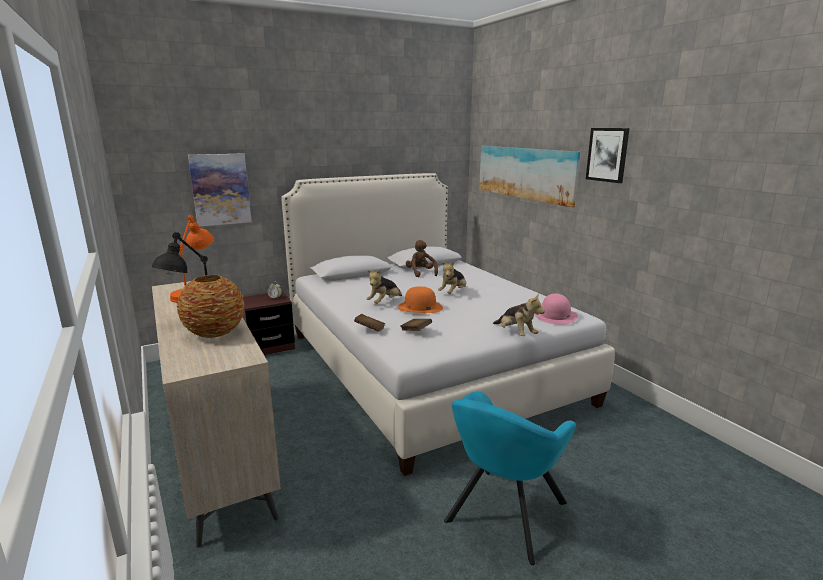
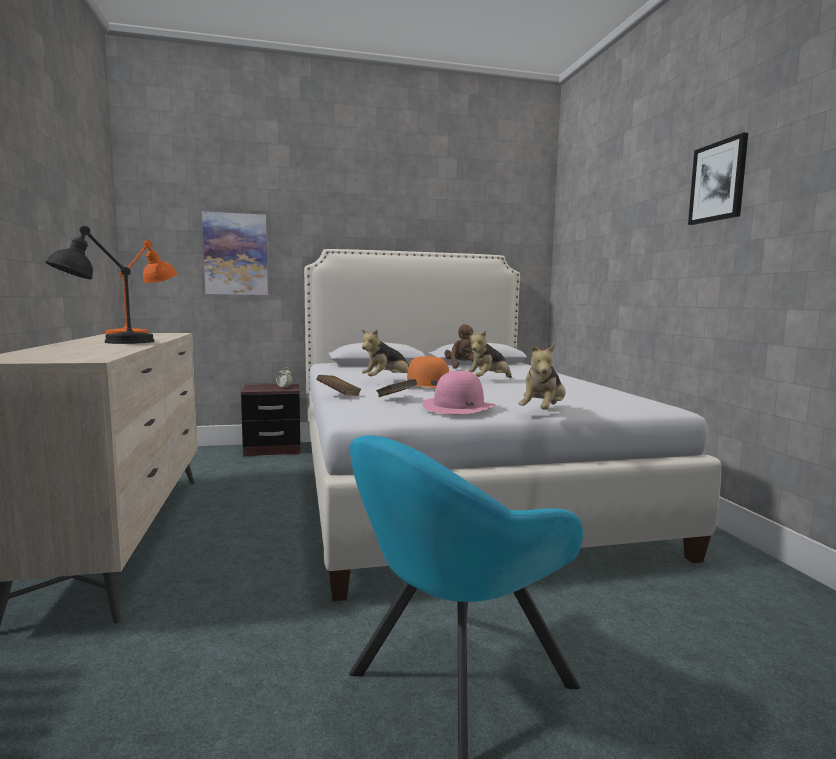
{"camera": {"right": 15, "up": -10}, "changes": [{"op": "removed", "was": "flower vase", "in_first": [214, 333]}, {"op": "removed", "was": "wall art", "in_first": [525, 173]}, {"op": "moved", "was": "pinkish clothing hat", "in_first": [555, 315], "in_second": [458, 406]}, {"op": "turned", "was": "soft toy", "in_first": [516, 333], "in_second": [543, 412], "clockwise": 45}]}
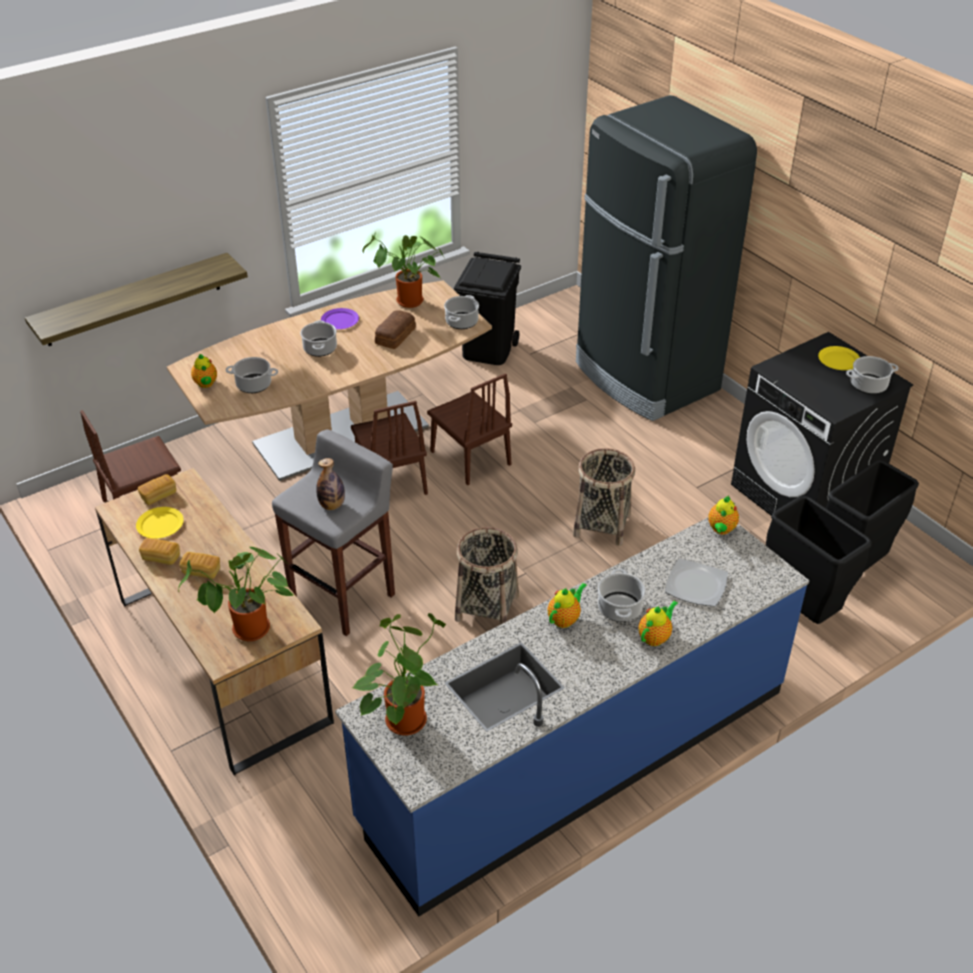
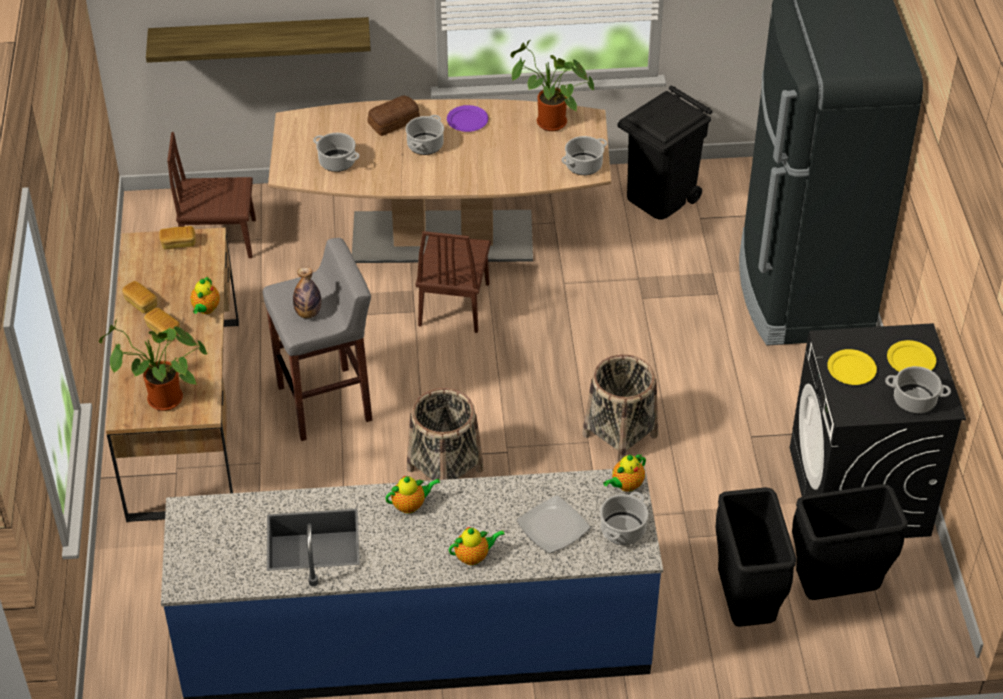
{"camera": {"right": 30, "up": 5}, "changes": [{"op": "removed", "was": "potted plant", "in_first": [404, 717]}, {"op": "removed", "was": "brown-coloured plain chair", "in_first": [470, 458]}, {"op": "moved", "was": "yellowish plate", "in_first": [160, 525], "in_second": [851, 369]}, {"op": "moved", "was": "tea pot", "in_first": [206, 384], "in_second": [205, 309]}, {"op": "moved", "was": "bakery bread", "in_first": [394, 336], "in_second": [392, 122]}, {"op": "moved", "was": "saucepot", "in_first": [619, 608], "in_second": [623, 529]}]}
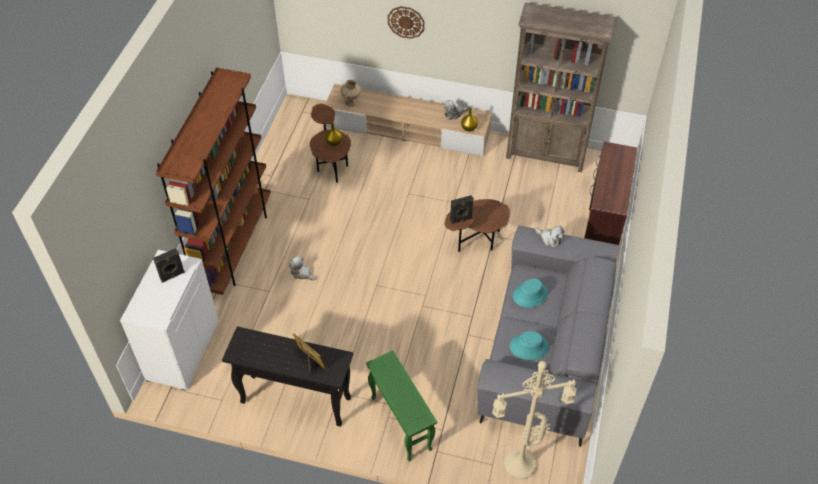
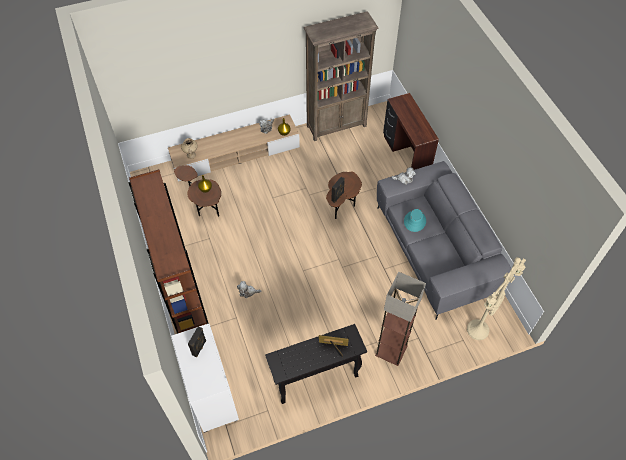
{"camera": {"right": -35, "up": 5}, "changes": [{"op": "removed", "was": "clock on the wall", "in_first": [406, 22]}, {"op": "removed", "was": "turquoise-coloured clothing hat", "in_first": [529, 346]}, {"op": "replaced", "was": "green-coloured side table", "now": "standing lamp", "in_first": [401, 423], "in_second": [392, 350]}]}
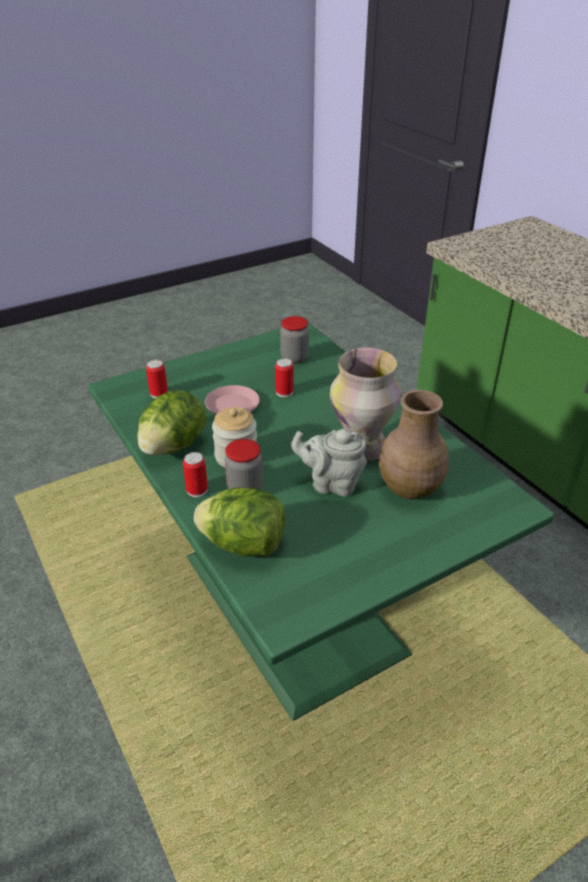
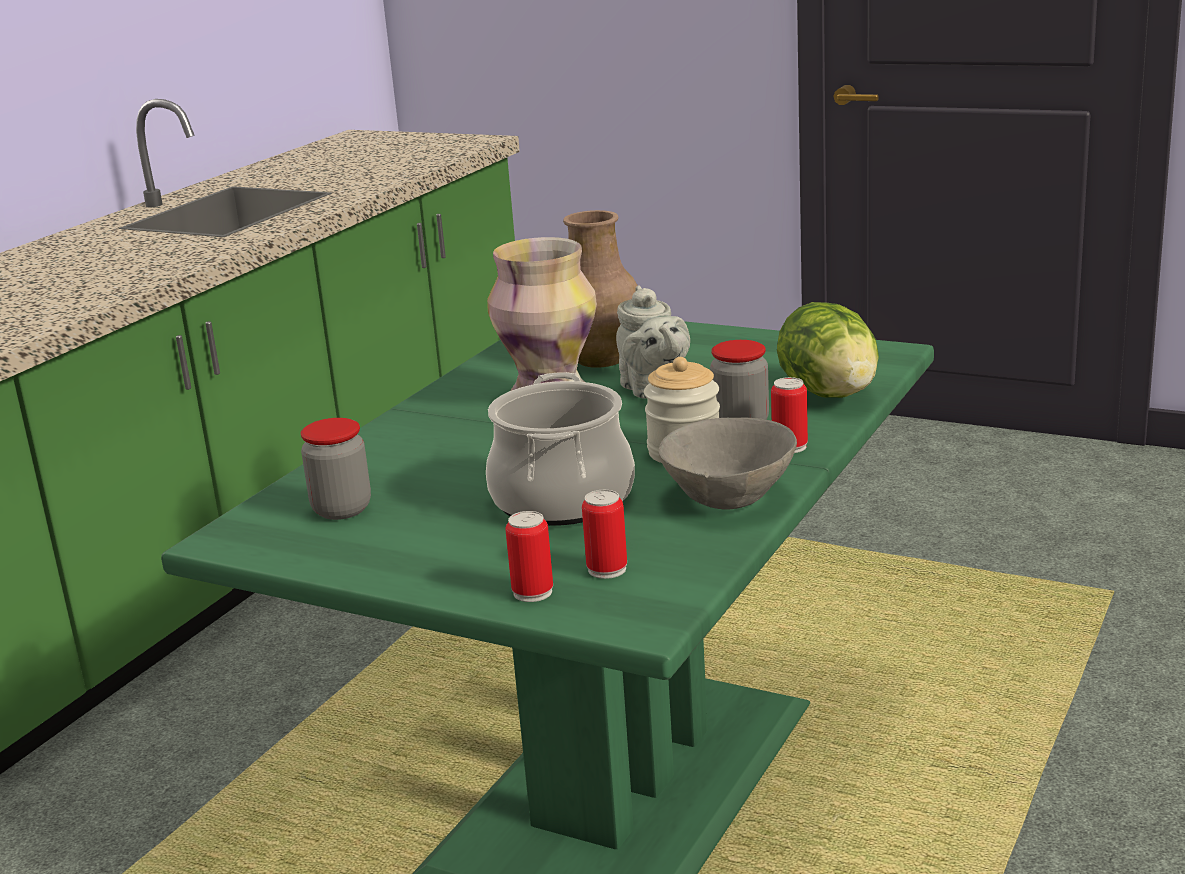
{"camera": {"right": -120, "up": -15}, "changes": [{"op": "moved", "was": "sealed can", "in_first": [284, 392], "in_second": [532, 592]}, {"op": "replaced", "was": "lettuce", "now": "gray deep dish", "in_first": [173, 446], "in_second": [727, 496]}, {"op": "replaced", "was": "pinkish plate", "now": "saucepot", "in_first": [232, 406], "in_second": [561, 499]}]}
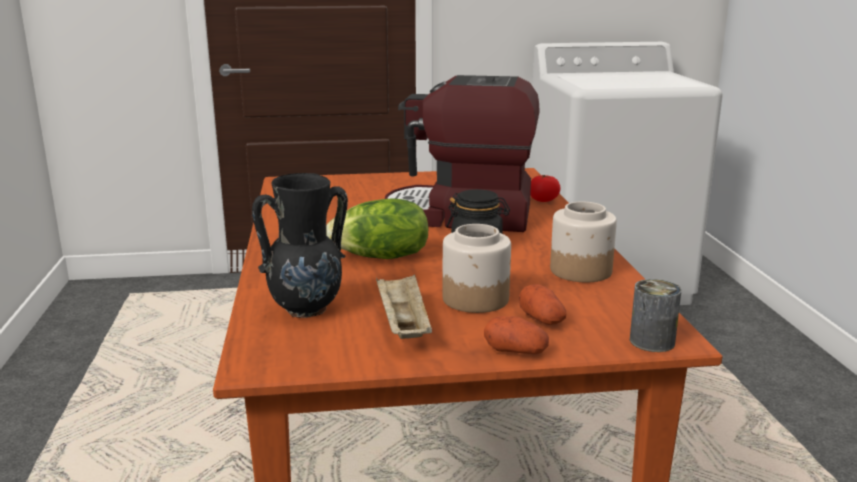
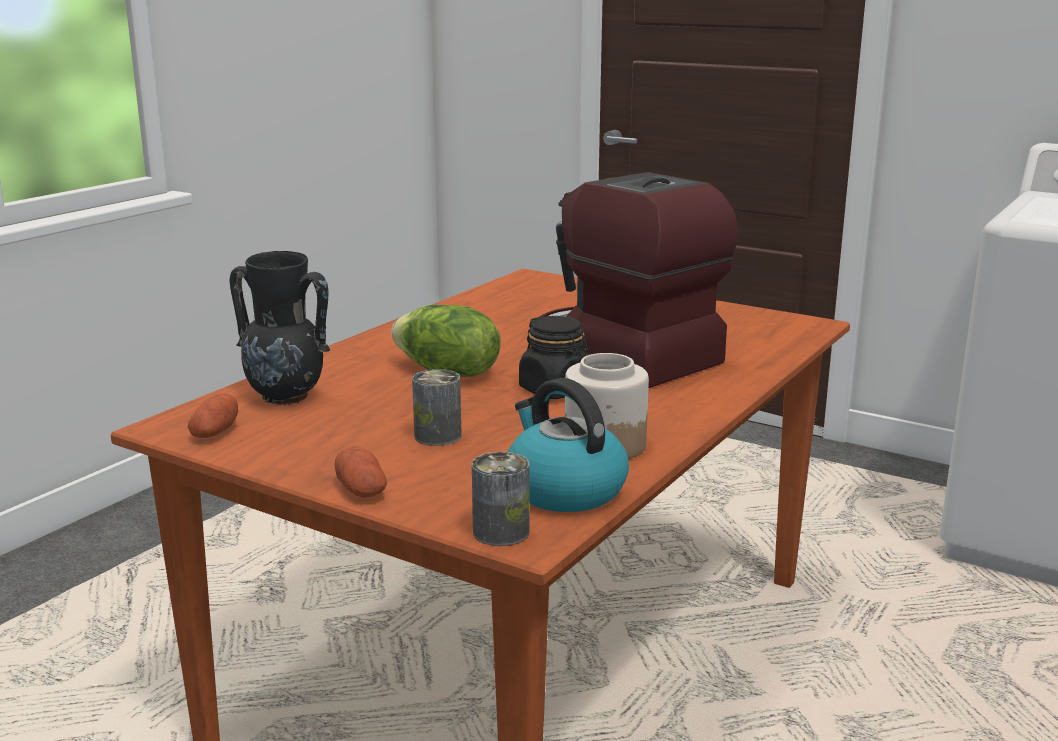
{"camera": {"right": 40, "up": 0}, "changes": [{"op": "removed", "was": "sand-coloured serving tray", "in_first": [402, 325]}, {"op": "removed", "was": "tomato", "in_first": [543, 200]}, {"op": "added", "now": "tea kettle", "in_second": [564, 489]}, {"op": "moved", "was": "potato", "in_first": [541, 319], "in_second": [215, 432]}, {"op": "replaced", "was": "jar", "now": "sealed can", "in_first": [476, 299], "in_second": [437, 436]}]}
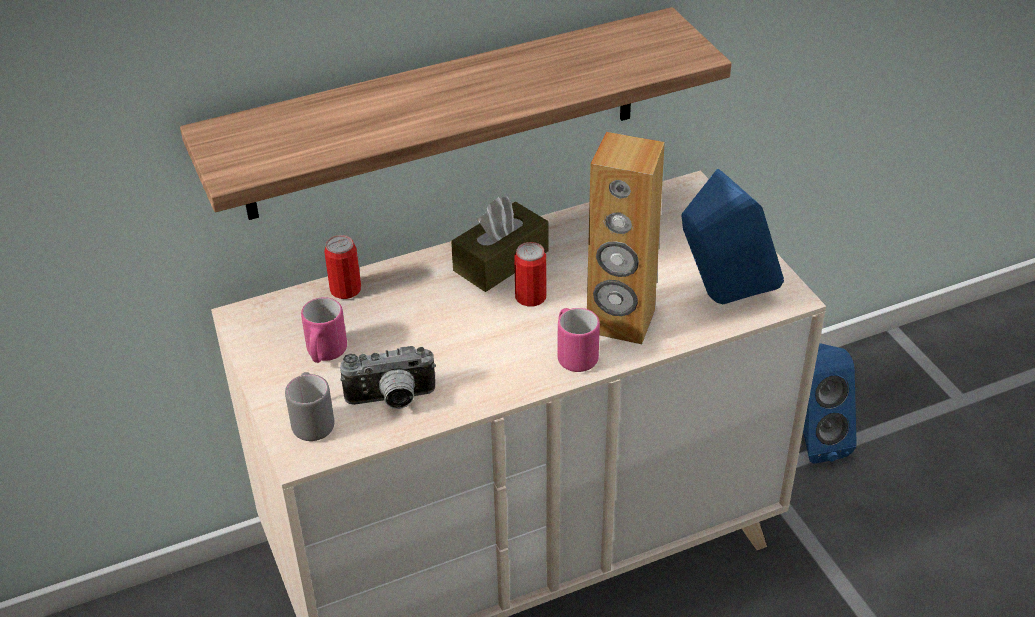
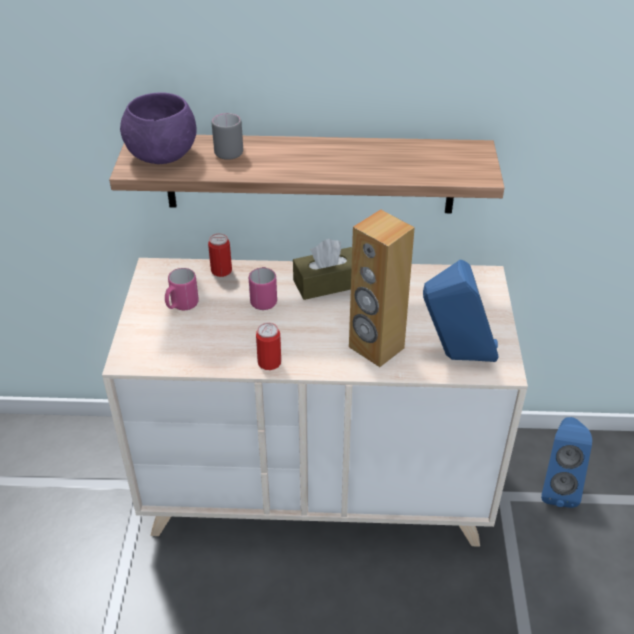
{"camera": {"right": 25, "up": 0}, "changes": [{"op": "removed", "was": "photo camera", "in_first": [391, 401]}, {"op": "added", "now": "purplish deep dish", "in_second": [162, 156]}, {"op": "moved", "was": "gray coffee mug", "in_first": [312, 421], "in_second": [230, 150]}, {"op": "moved", "was": "sealed can", "in_first": [530, 297], "in_second": [269, 362]}, {"op": "moved", "was": "pinkish coffee mug", "in_first": [574, 355], "in_second": [264, 299]}]}
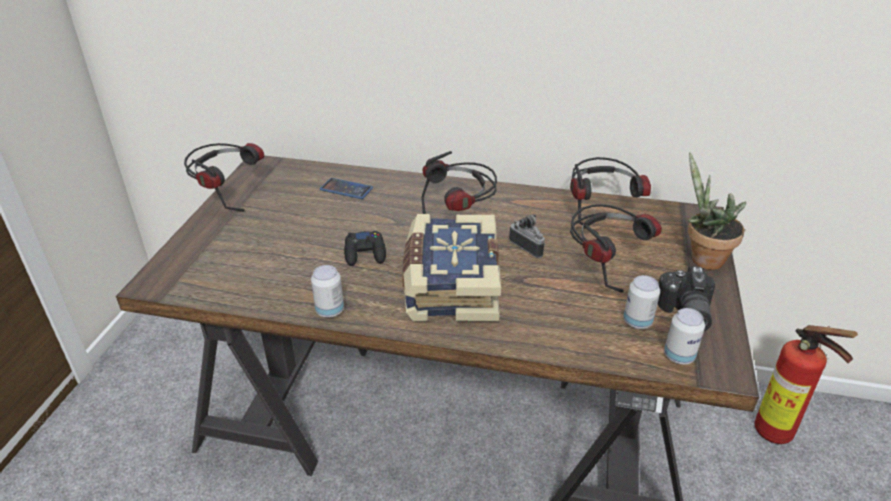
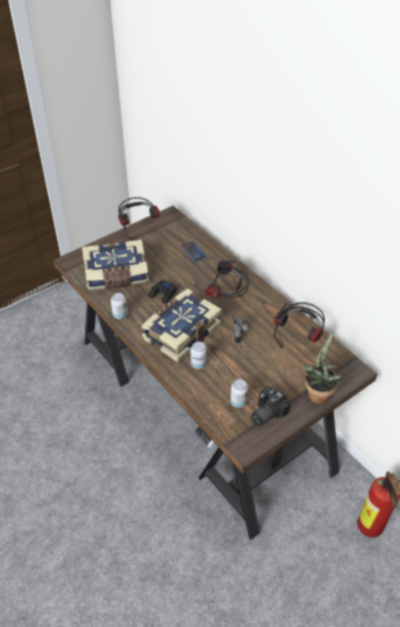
{"camera": {"right": 40, "up": 10}, "changes": [{"op": "removed", "was": "headphones", "in_first": [604, 268]}, {"op": "added", "now": "volume", "in_second": [116, 275]}, {"op": "moved", "was": "sealed can", "in_first": [679, 356], "in_second": [198, 364]}]}
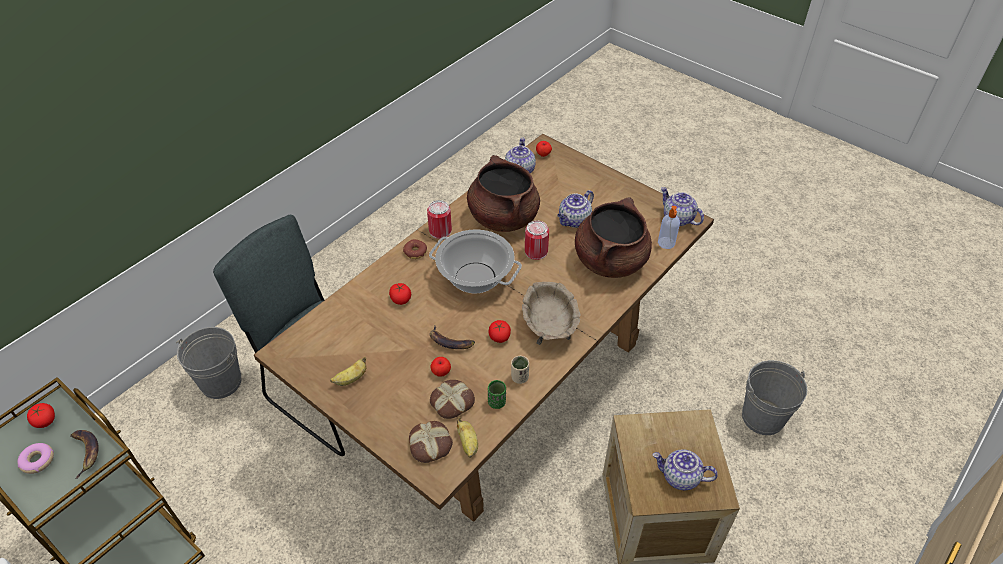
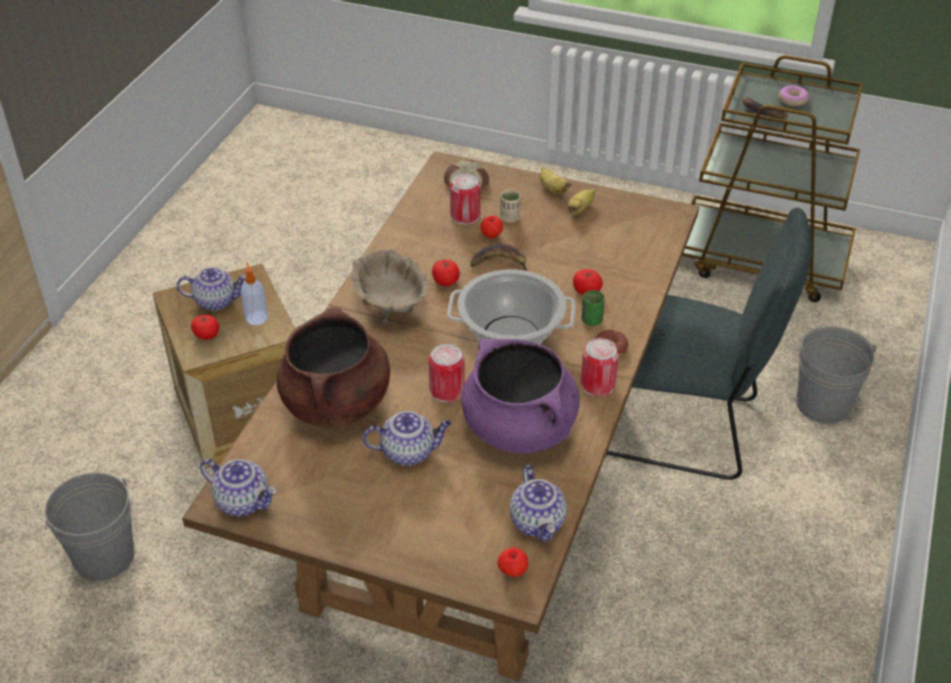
{"camera": {"right": 160, "up": -5}, "changes": [{"op": "moved", "was": "tomato", "in_first": [45, 421], "in_second": [206, 334]}, {"op": "moved", "was": "banana fruit", "in_first": [468, 444], "in_second": [552, 189]}, {"op": "moved", "was": "green-coloured cup", "in_first": [497, 402], "in_second": [591, 320]}, {"op": "moved", "was": "sand-coloured cup", "in_first": [519, 377], "in_second": [509, 218]}, {"op": "moved", "was": "liquid soap bottle", "in_first": [666, 243], "in_second": [256, 317]}, {"op": "replaced", "was": "bakery bread", "now": "sealed can", "in_first": [452, 401], "in_second": [465, 216]}, {"op": "recoloured", "was": "brown-coloured saucepot", "now": "purplish saucepot", "in_first": [503, 217], "in_second": [520, 428]}, {"op": "turned", "was": "tea pot", "in_first": [574, 221], "in_second": [409, 452], "clockwise": 60}]}
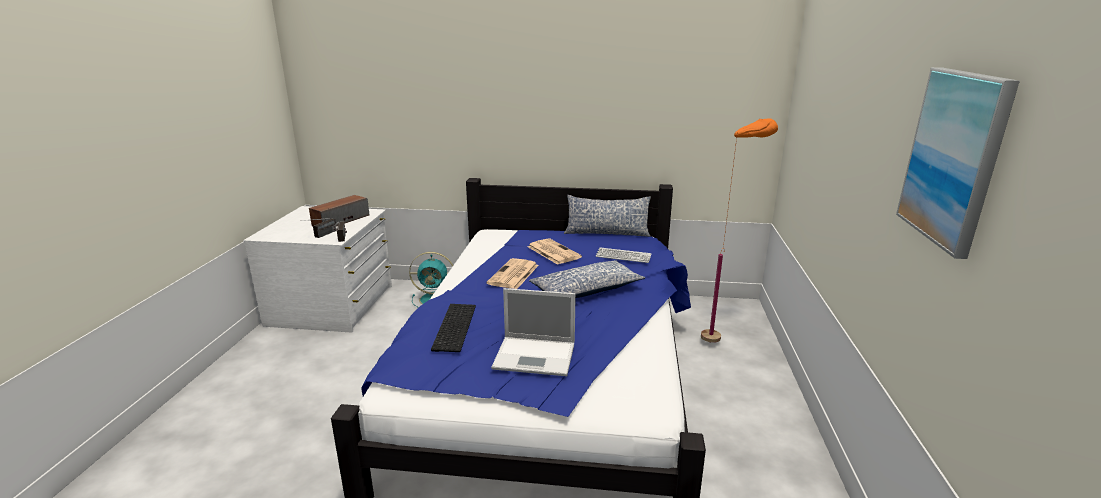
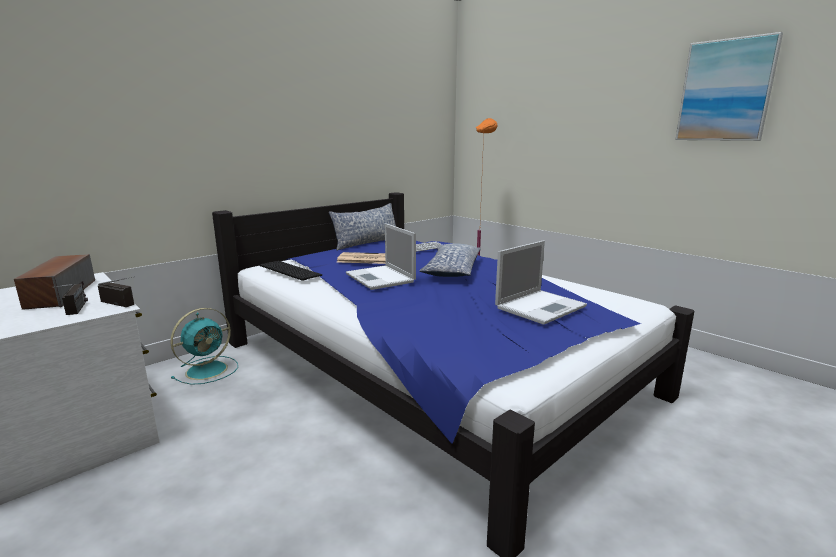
{"camera": {"right": -50, "up": -5}, "changes": [{"op": "moved", "was": "keyboard", "in_first": [453, 326], "in_second": [288, 270]}, {"op": "replaced", "was": "printed paper", "now": "notebook computer", "in_first": [513, 275], "in_second": [381, 278]}]}
